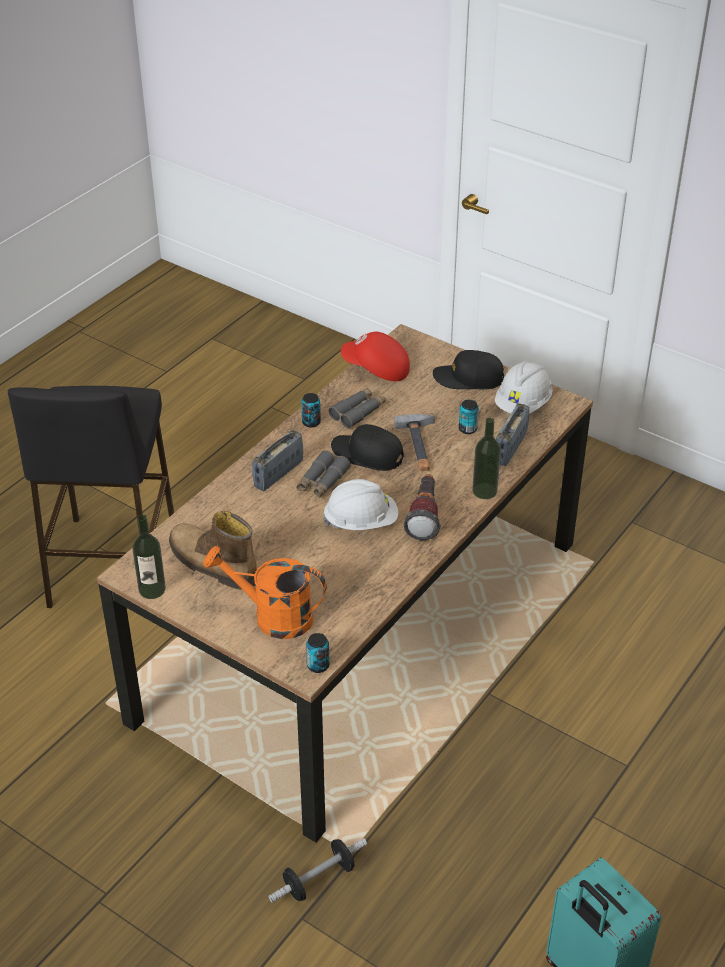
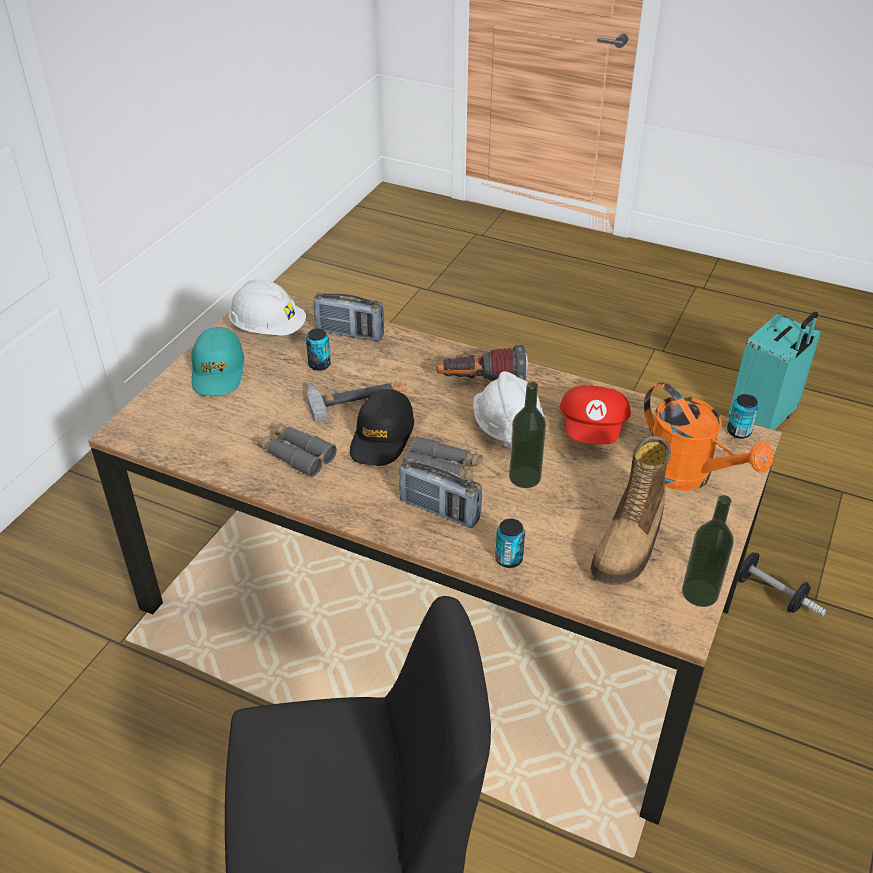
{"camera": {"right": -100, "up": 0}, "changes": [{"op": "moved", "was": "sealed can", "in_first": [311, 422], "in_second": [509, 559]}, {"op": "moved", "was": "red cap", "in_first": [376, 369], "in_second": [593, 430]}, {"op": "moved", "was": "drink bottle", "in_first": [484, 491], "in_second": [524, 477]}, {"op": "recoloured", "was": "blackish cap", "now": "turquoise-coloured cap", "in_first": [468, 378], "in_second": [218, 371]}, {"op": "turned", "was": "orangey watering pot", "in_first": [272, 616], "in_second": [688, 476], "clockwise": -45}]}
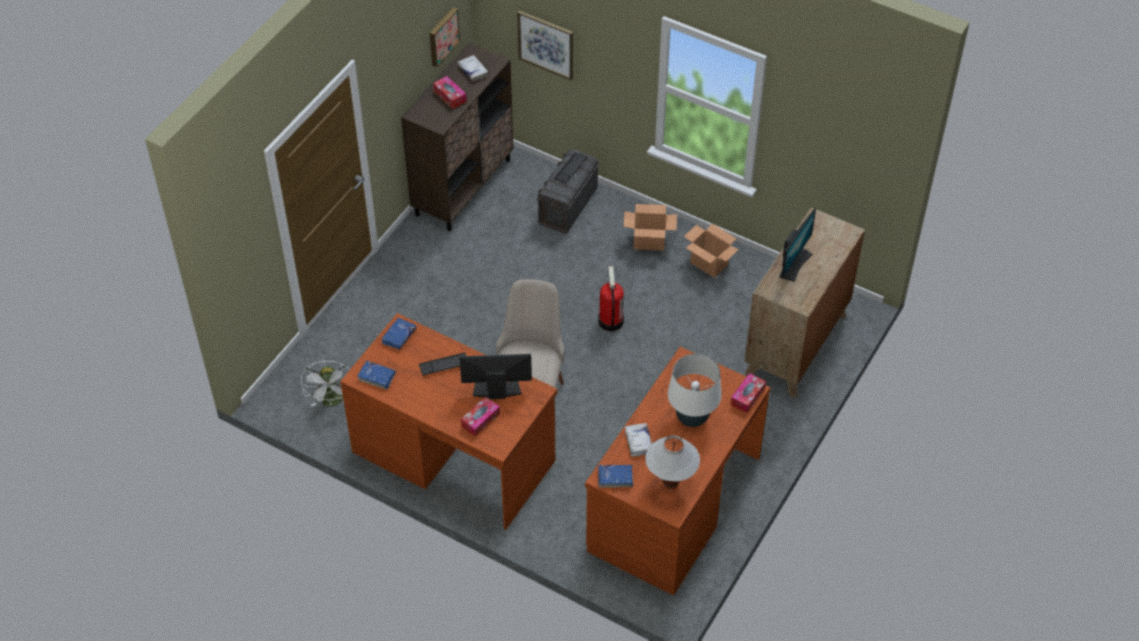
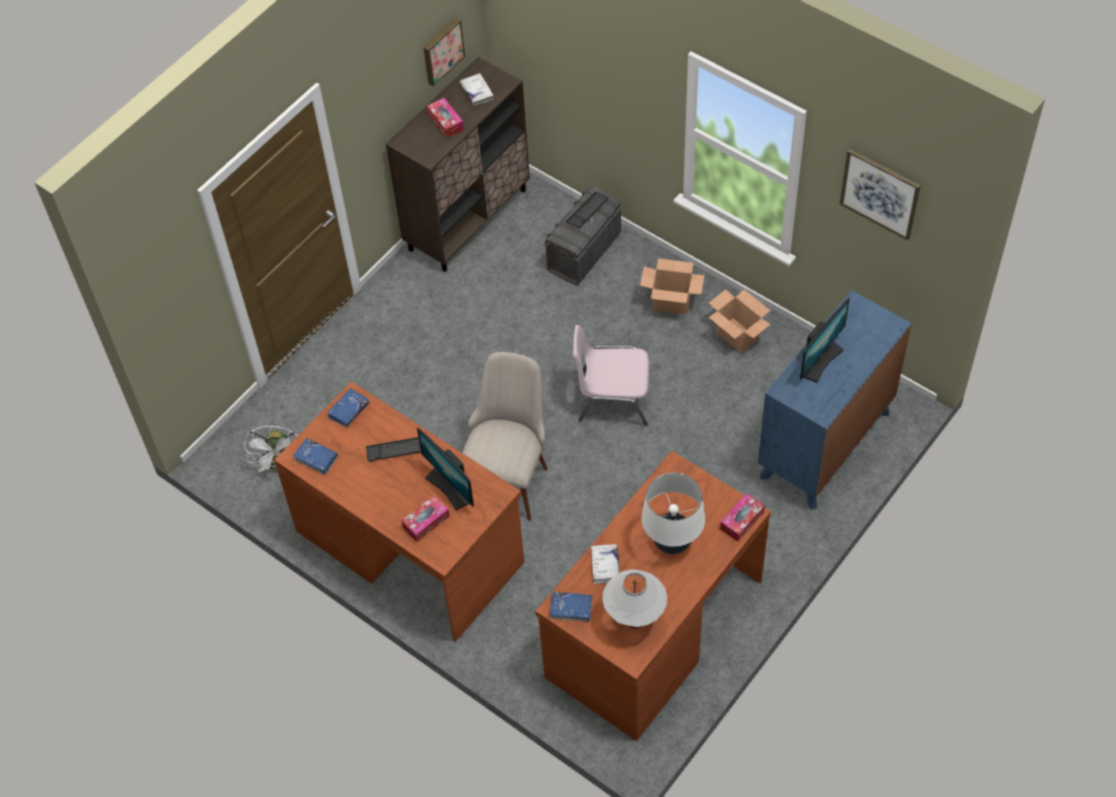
{"camera": {"right": 10, "up": 5}, "changes": [{"op": "moved", "was": "wall art", "in_first": [546, 44], "in_second": [880, 193]}, {"op": "replaced", "was": "fire-fighting cylinder", "now": "pinkish plain chair", "in_first": [610, 321], "in_second": [612, 396]}, {"op": "recoloured", "was": "brown-coloured chest of drawers", "now": "blue chest of drawers", "in_first": [796, 345], "in_second": [825, 444]}, {"op": "turned", "was": "computer screen", "in_first": [496, 390], "in_second": [450, 487], "clockwise": -135}]}
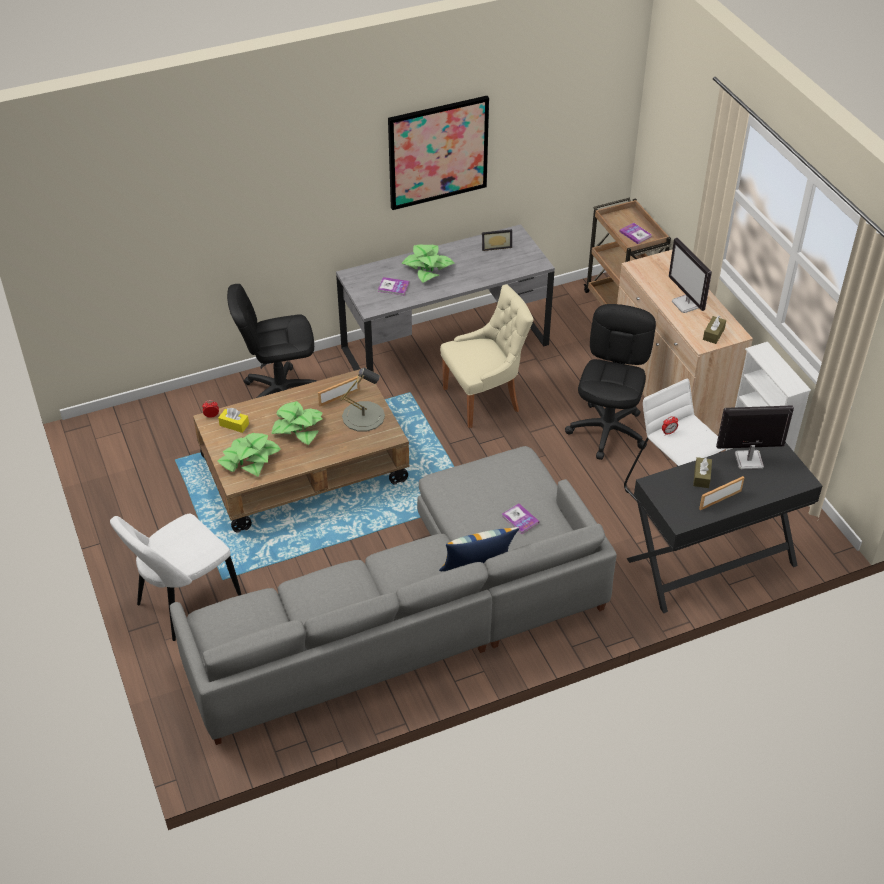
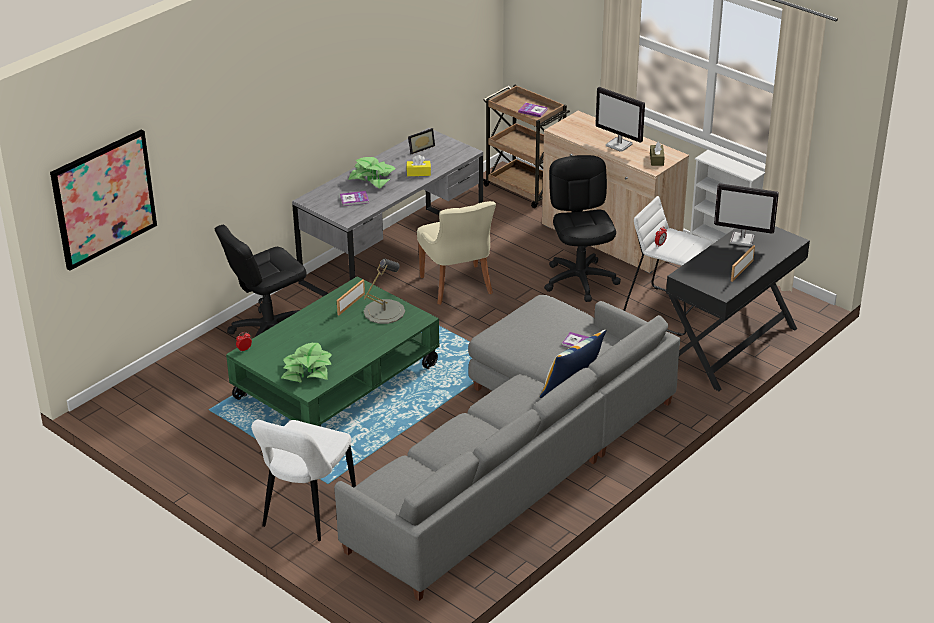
{"camera": {"right": -25, "up": -10}, "changes": [{"op": "removed", "was": "potted plant", "in_first": [298, 427]}, {"op": "removed", "was": "brown-coloured tissue holder", "in_first": [701, 477]}, {"op": "moved", "was": "yellowish tissue holder", "in_first": [234, 424], "in_second": [418, 173]}, {"op": "moved", "was": "wall art", "in_first": [438, 152], "in_second": [103, 199]}, {"op": "recoloured", "was": "brown-coloured low table", "now": "green-coloured low table", "in_first": [304, 470], "in_second": [337, 382]}, {"op": "turned", "was": "sand-coloured plain chair", "in_first": [484, 399], "in_second": [457, 286], "clockwise": 120}, {"op": "turned", "was": "computer screen", "in_first": [748, 460], "in_second": [742, 239], "clockwise": -135}]}
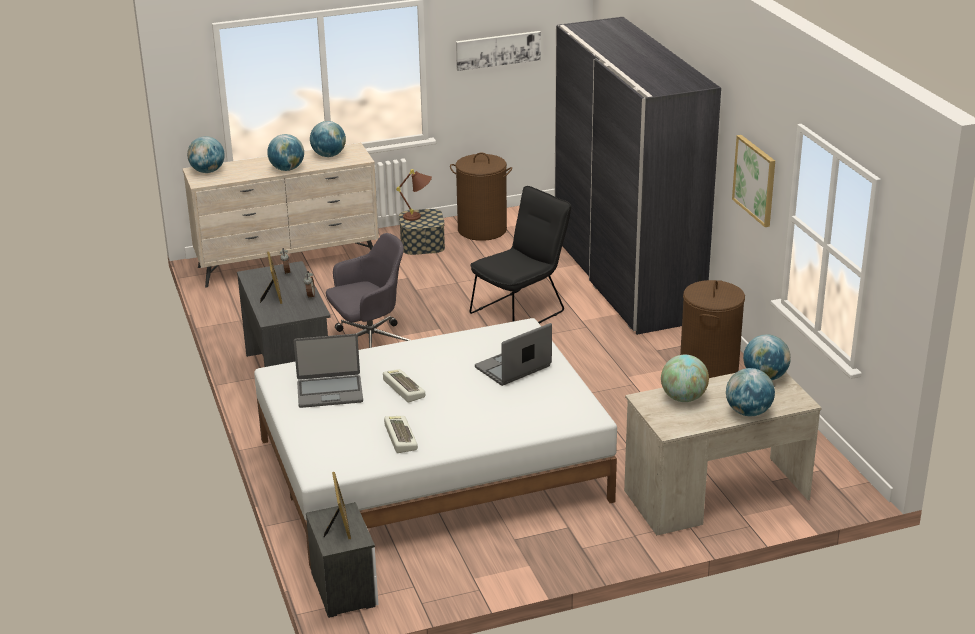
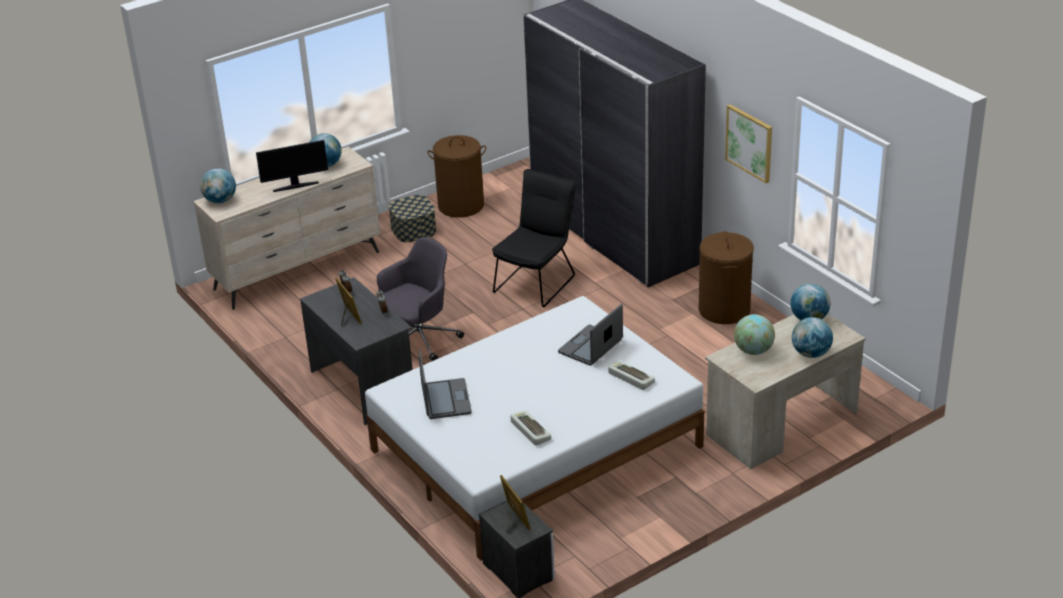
{"camera": {"right": -15, "up": 5}, "changes": [{"op": "removed", "was": "brown-coloured table lamp", "in_first": [418, 217]}, {"op": "removed", "was": "wall art", "in_first": [498, 50]}, {"op": "moved", "was": "keyboard", "in_first": [402, 389], "in_second": [630, 378]}, {"op": "replaced", "was": "desk globe", "now": "computer screen", "in_first": [287, 169], "in_second": [295, 186]}, {"op": "turned", "was": "notebook computer", "in_first": [330, 392], "in_second": [445, 400], "clockwise": -75}]}
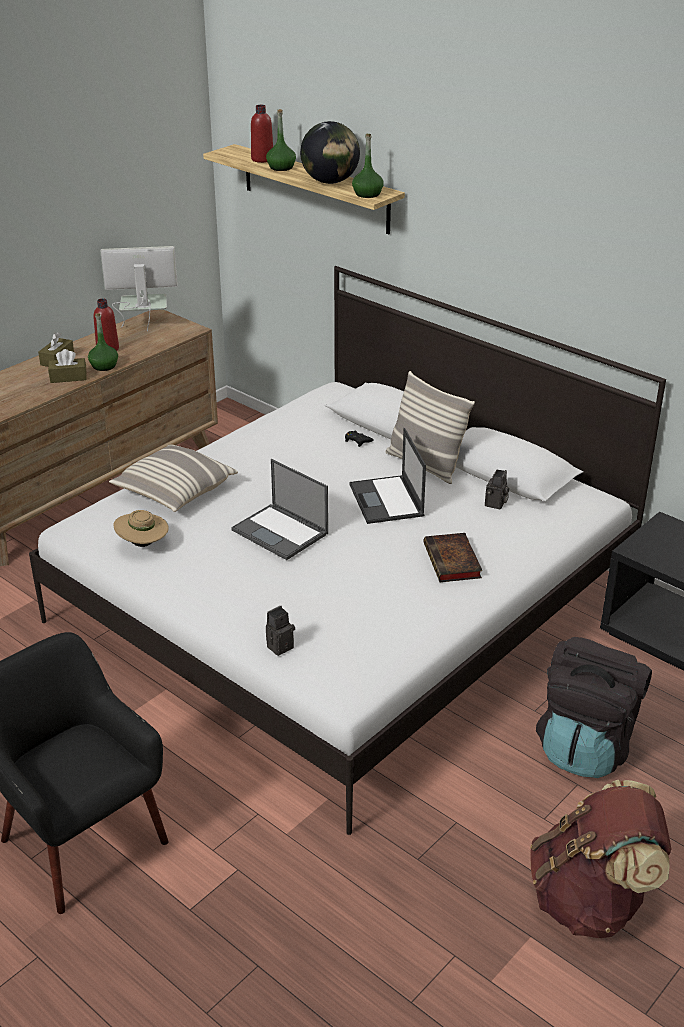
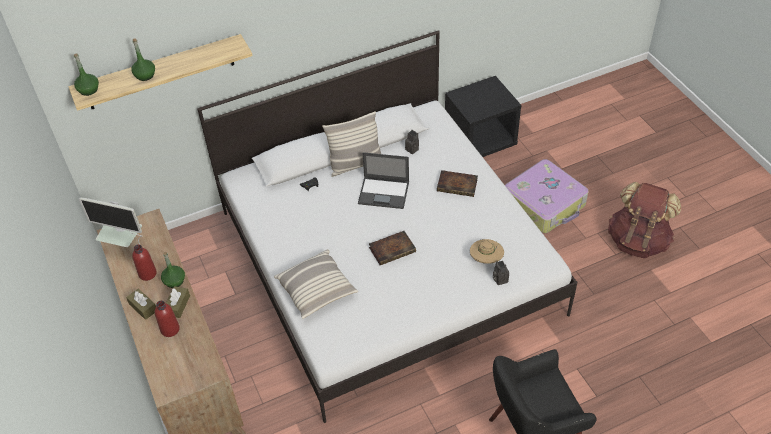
{"camera": {"right": -65, "up": 15}, "changes": [{"op": "removed", "was": "desk globe", "in_first": [330, 182]}, {"op": "moved", "was": "sand-coloured clothing hat", "in_first": [143, 544], "in_second": [486, 259]}, {"op": "moved", "was": "red drink bottle", "in_first": [262, 159], "in_second": [170, 329]}, {"op": "moved", "was": "green-coloured drink bottle", "in_first": [367, 194], "in_second": [88, 90]}, {"op": "replaced", "was": "notebook computer", "now": "volume", "in_first": [281, 532], "in_second": [393, 249]}, {"op": "replaced", "was": "blackish rucksack", "now": "piece of luggage", "in_first": [586, 746], "in_second": [545, 203]}, {"op": "turned", "was": "computer screen", "in_first": [145, 326], "in_second": [125, 244], "clockwise": -90}]}
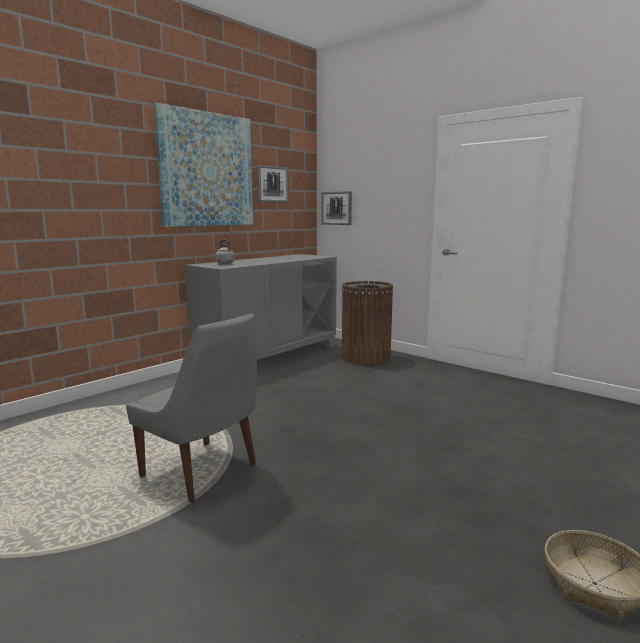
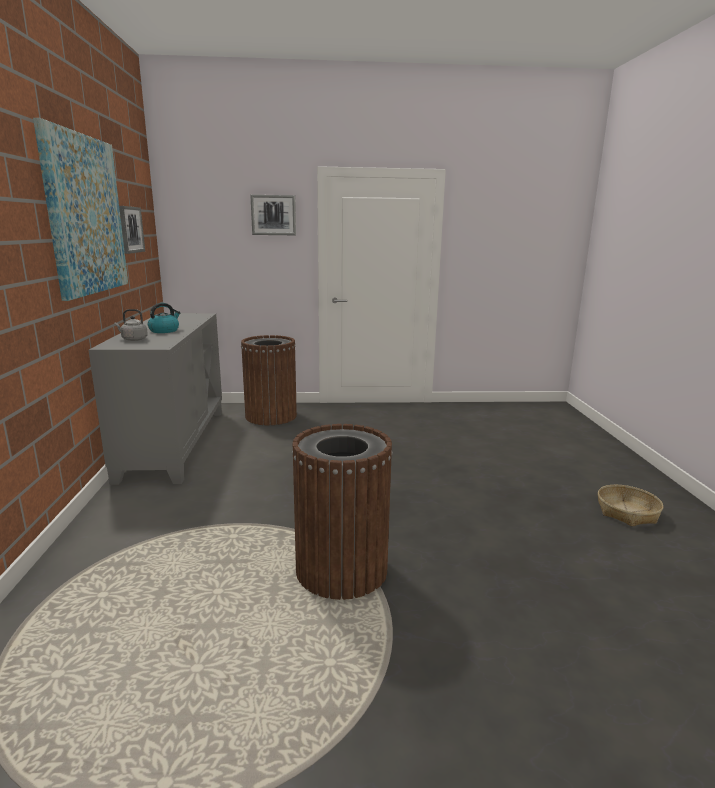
{"camera": {"right": -45, "up": 5}, "changes": [{"op": "added", "now": "tea kettle", "in_second": [164, 330]}, {"op": "moved", "was": "wall art", "in_first": [337, 208], "in_second": [273, 215]}, {"op": "replaced", "was": "gray plain chair", "now": "brown-coloured rubbish bin", "in_first": [202, 472], "in_second": [341, 570]}]}
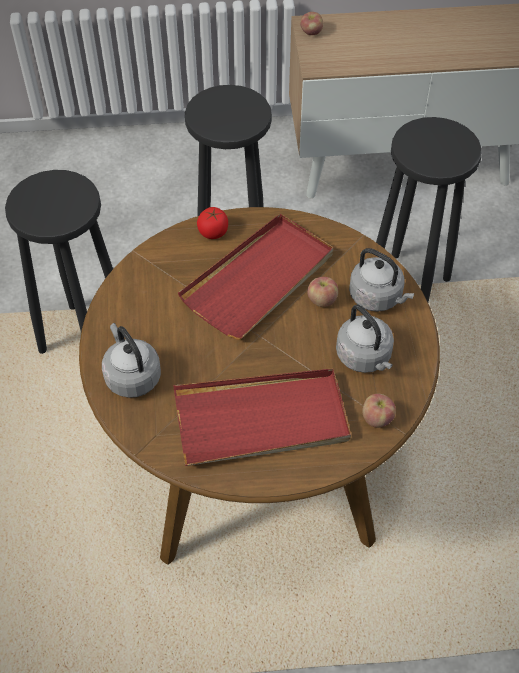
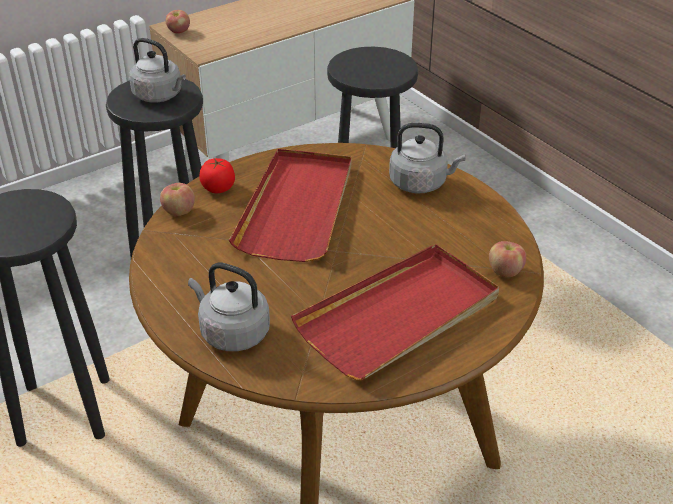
{"camera": {"right": -30, "up": -15}, "changes": [{"op": "moved", "was": "whole apple", "in_first": [322, 300], "in_second": [179, 211]}, {"op": "moved", "was": "gray tea kettle", "in_first": [365, 357], "in_second": [160, 96]}]}
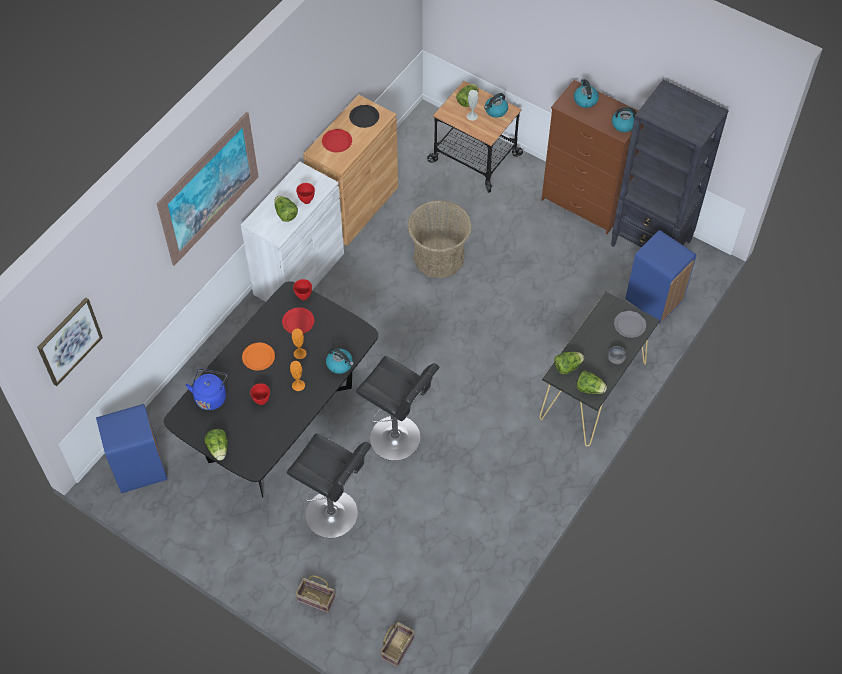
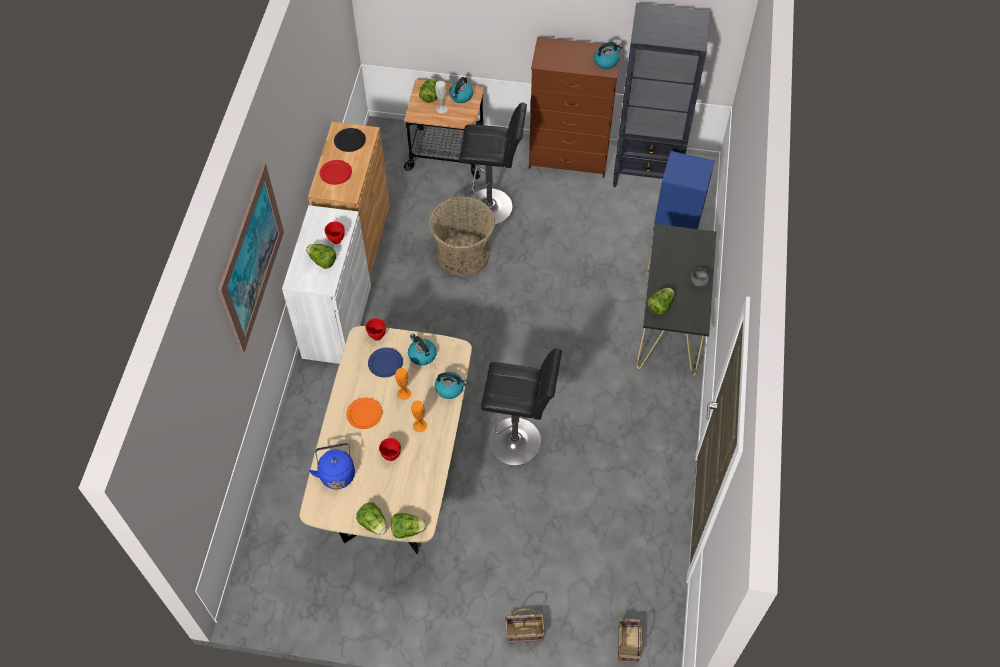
{"camera": {"right": -25, "up": 0}, "changes": [{"op": "removed", "was": "wall art", "in_first": [69, 341]}, {"op": "removed", "was": "blue rubbish bin", "in_first": [139, 469]}, {"op": "removed", "was": "gray plate", "in_first": [629, 325]}, {"op": "moved", "was": "blackish sitting stool", "in_first": [335, 515], "in_second": [493, 207]}, {"op": "moved", "was": "tea kettle", "in_first": [585, 100], "in_second": [421, 355]}, {"op": "moved", "was": "lettuce", "in_first": [589, 388], "in_second": [407, 529]}, {"op": "recoloured", "was": "blackish dinner table", "now": "sand-coloured dinner table", "in_first": [281, 425], "in_second": [398, 474]}, {"op": "recoloured", "was": "red plate", "now": "blue plate", "in_first": [298, 322], "in_second": [385, 363]}]}
